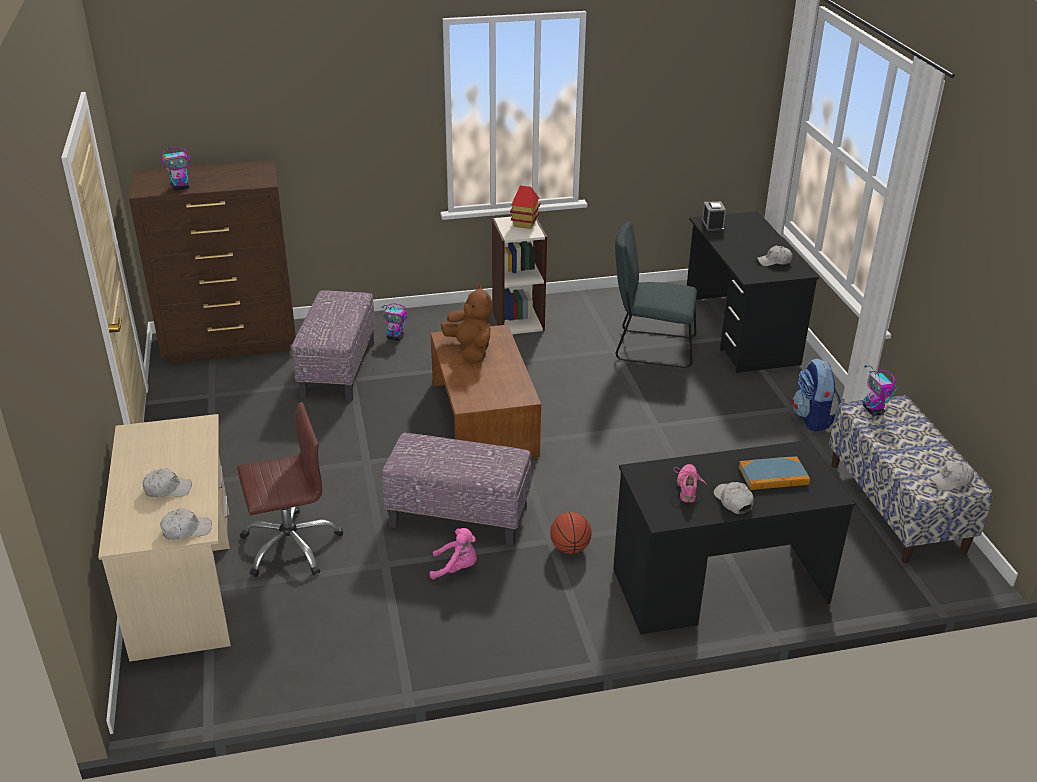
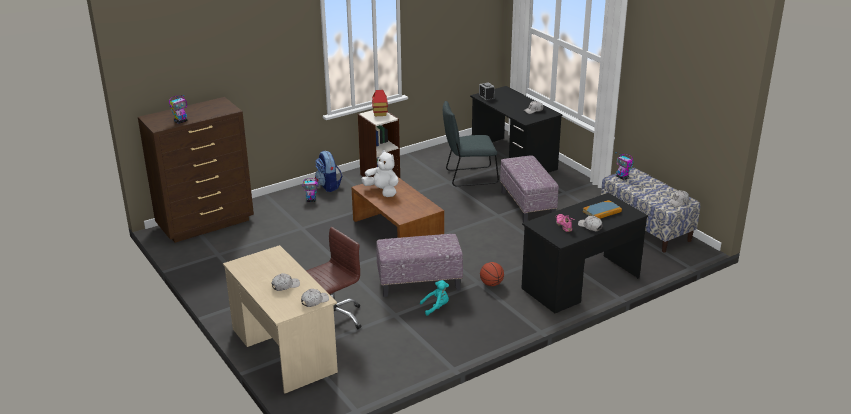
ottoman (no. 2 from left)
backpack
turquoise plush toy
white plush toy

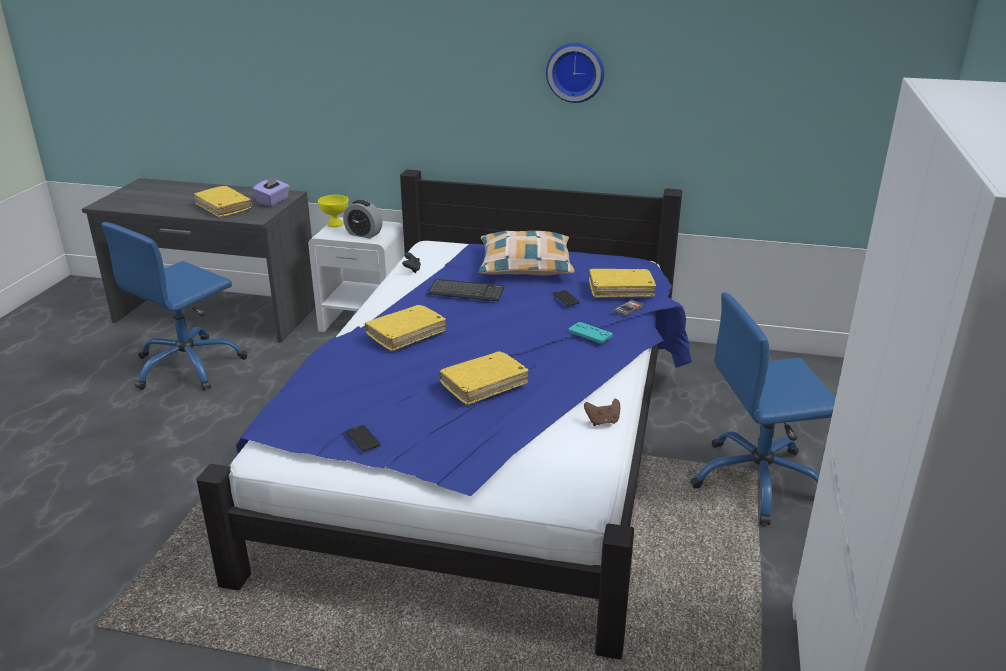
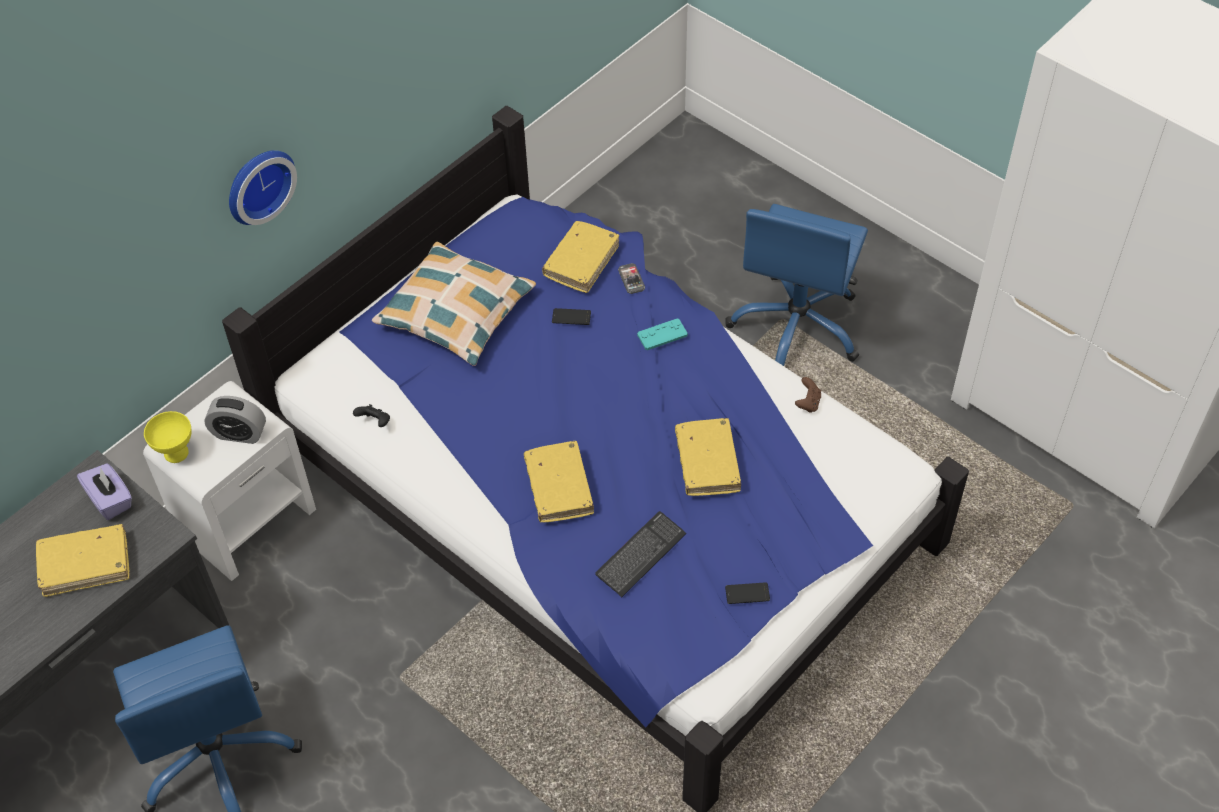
keyboard
wall clock
alarm clock

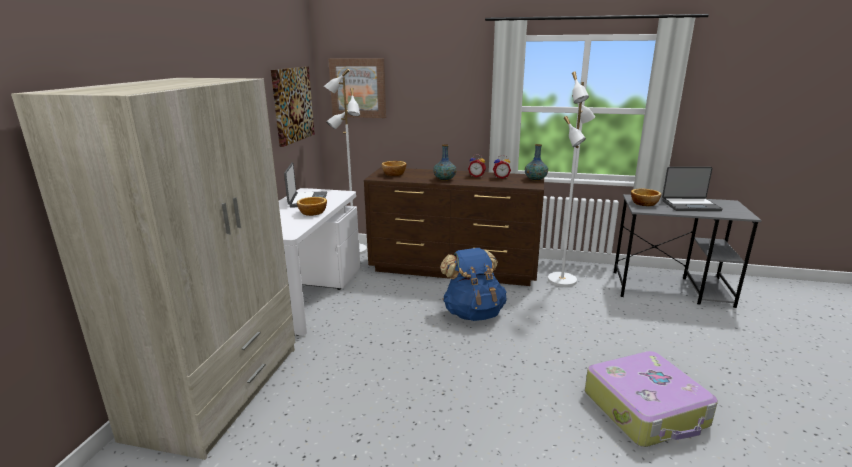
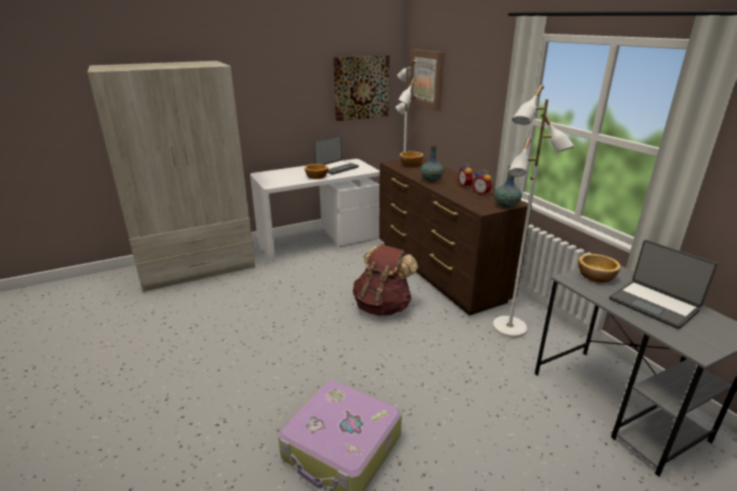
brown backpack

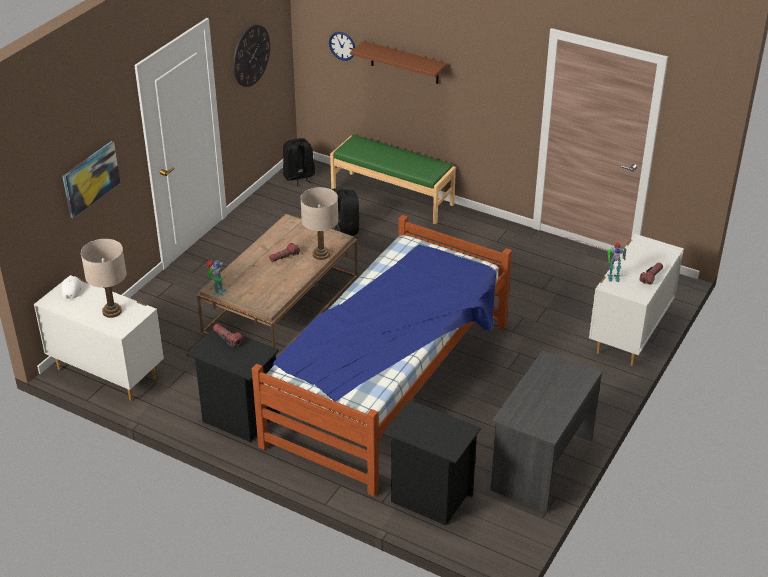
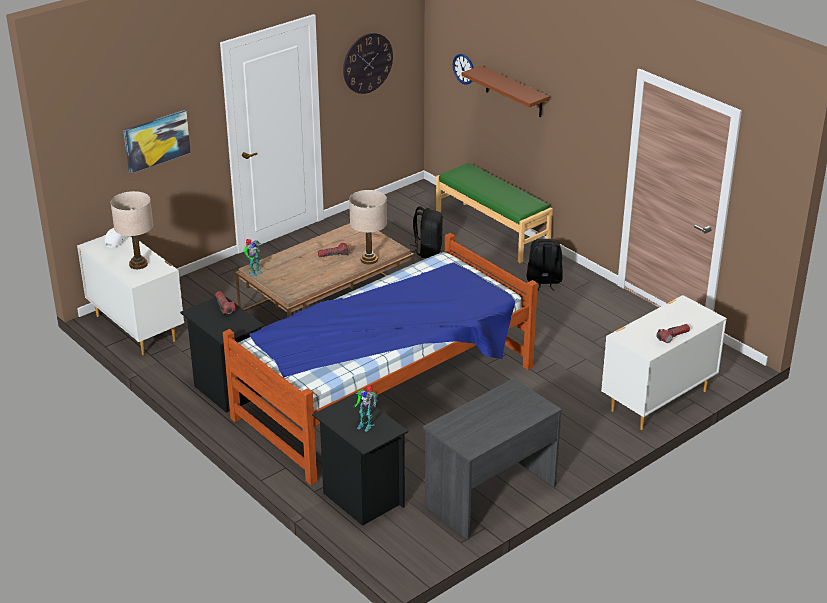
black backpack (no. 2 from left)
toy robot (no. 2 from left)

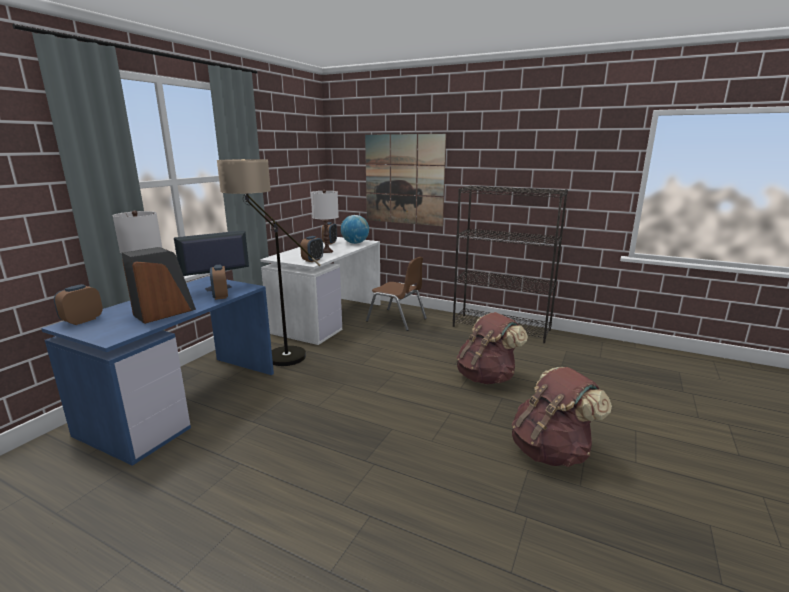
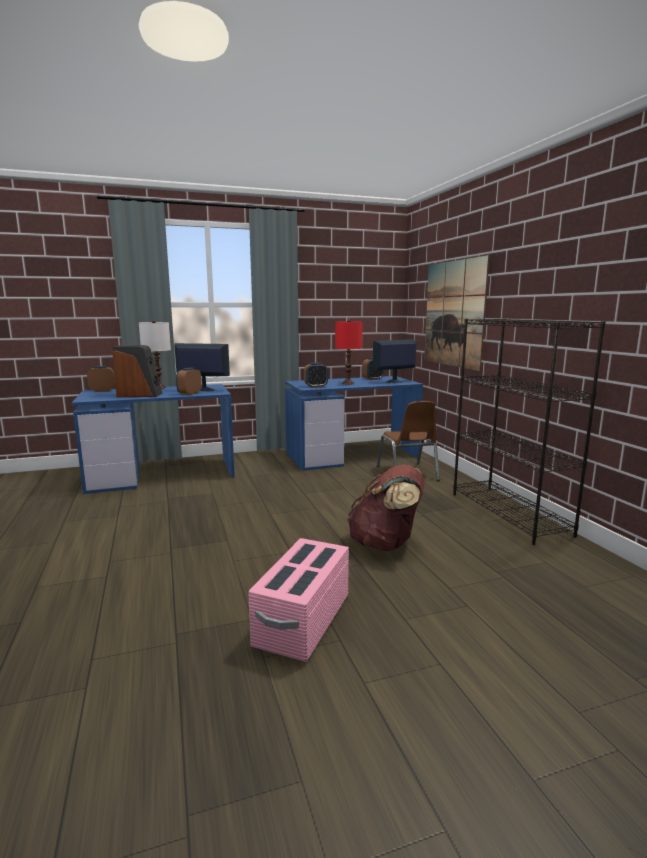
floor lamp
monitor (no. 2 from left)
pink storage box
blue desk (no. 2 from left)
red table lamp

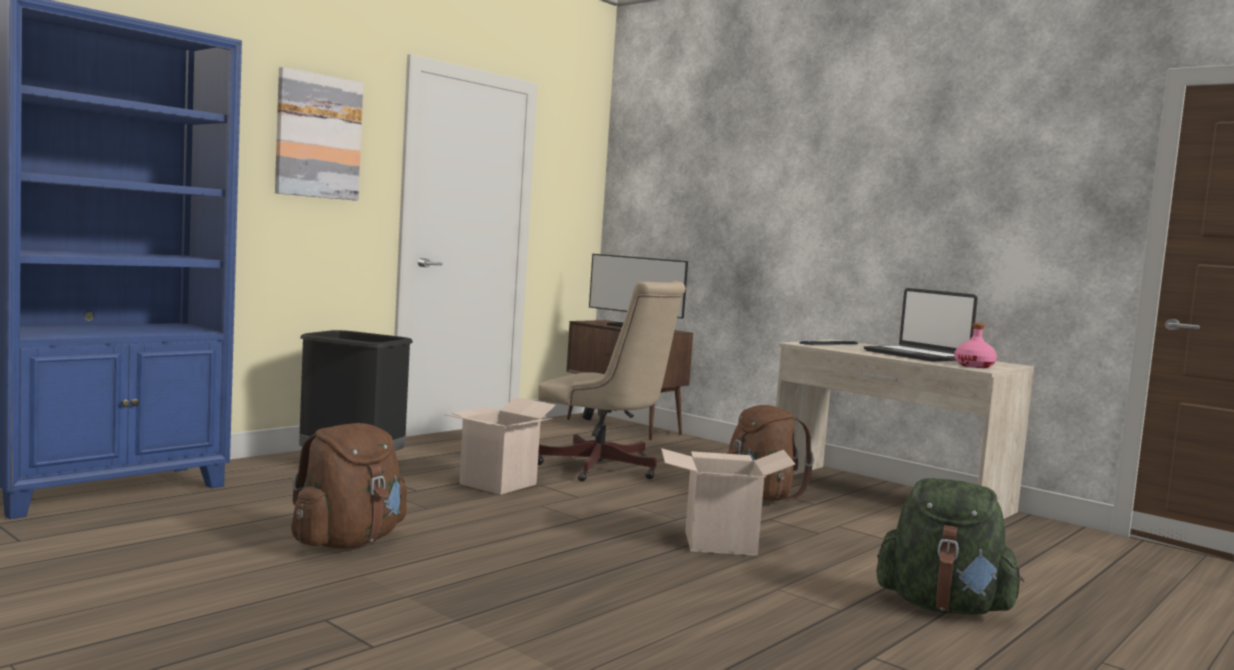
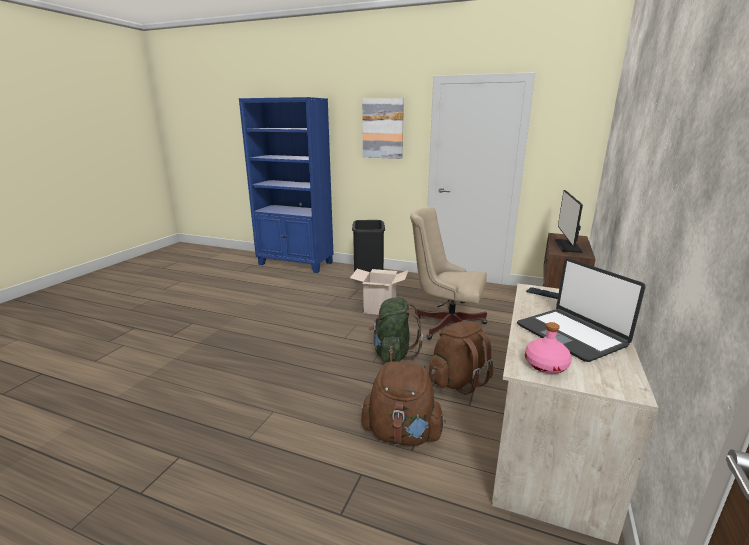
cardboard box (no. 2 from left in the first image)
brown backpack (no. 1 from left)
green backpack
beige office chair
laptop

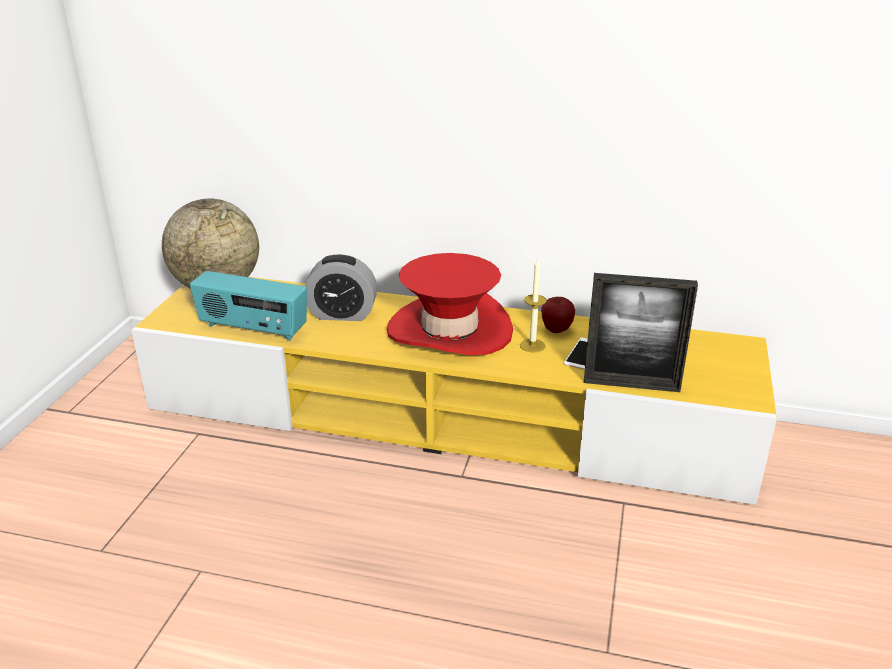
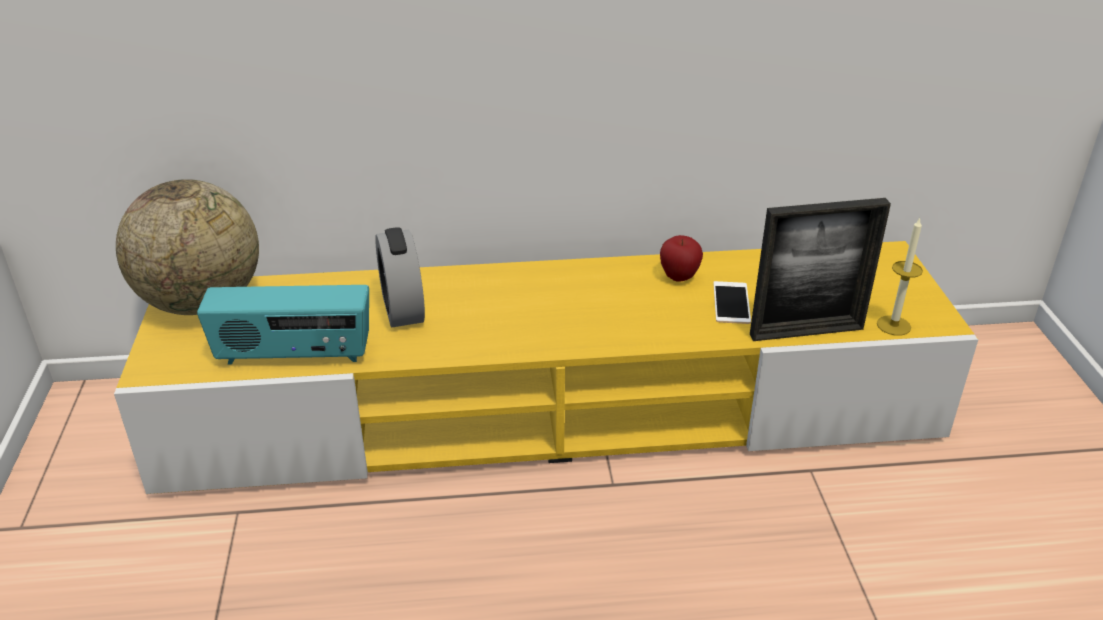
red hat
candle
alarm clock

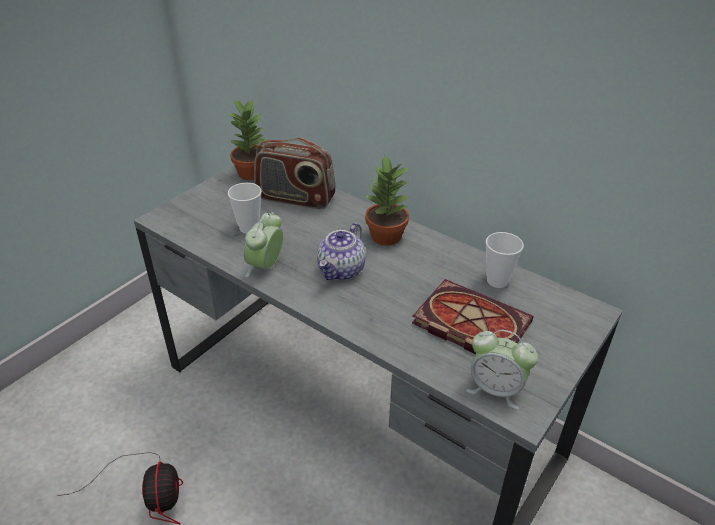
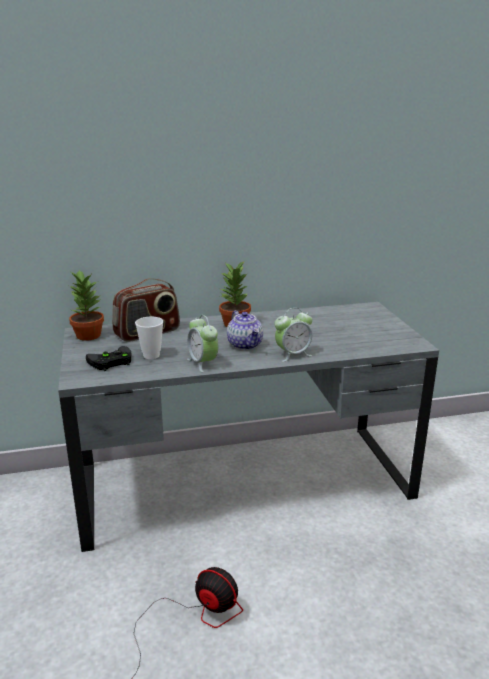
book
cup (no. 2 from left in the first image)
black game controller
alarm clock (no. 2 from left)

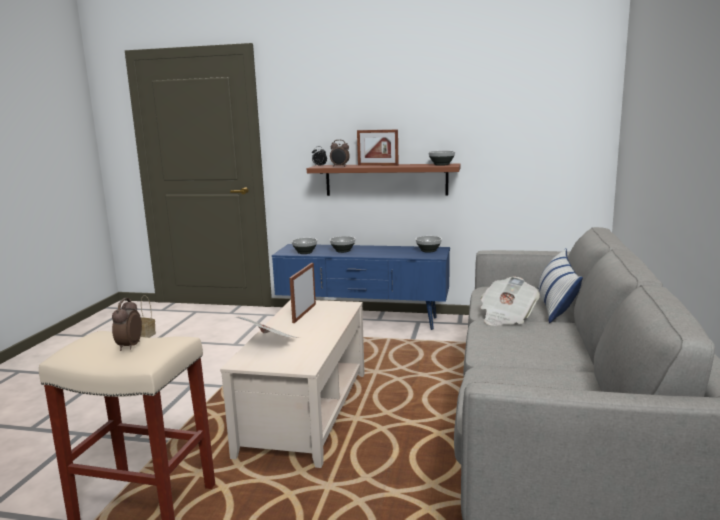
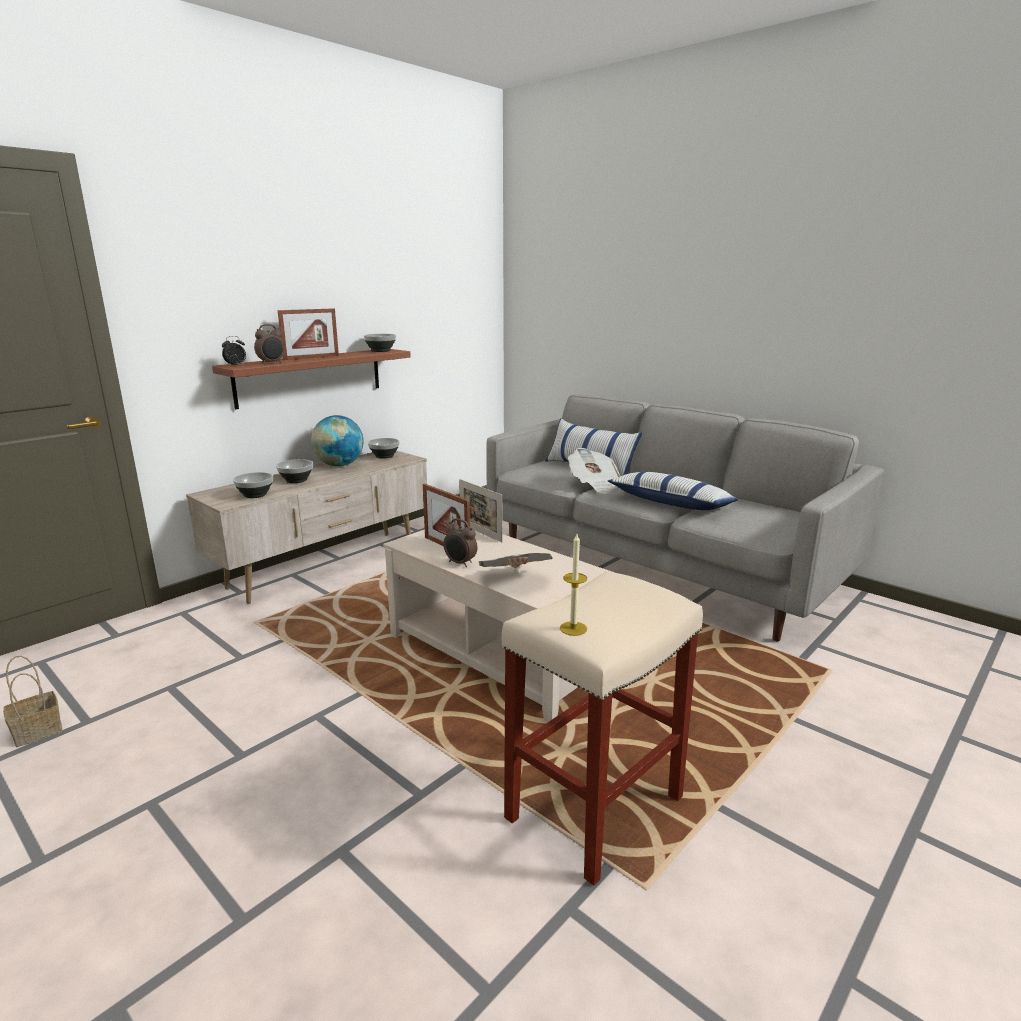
globe
picture frame (no. 3 from left)
candle
pillow (no. 2 from left)
alarm clock (no. 3 from left)
beige tv stand

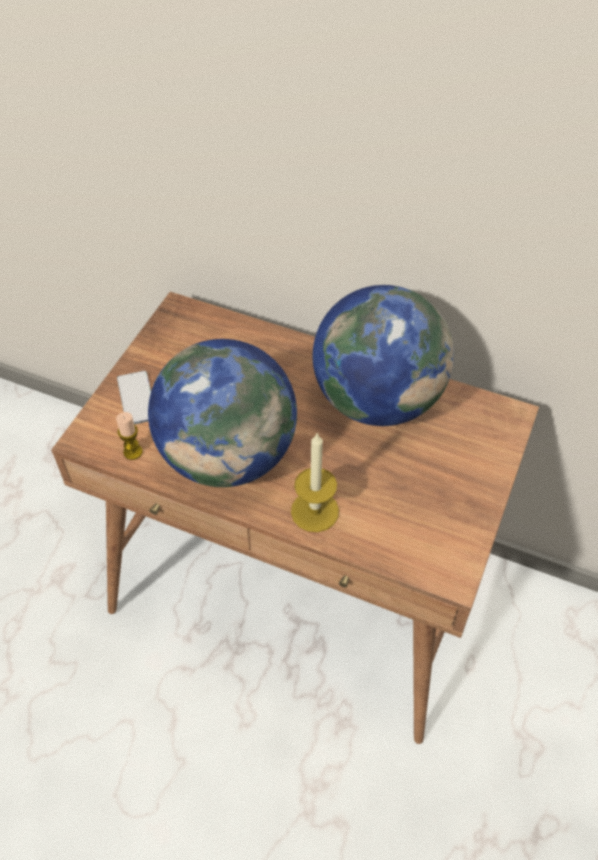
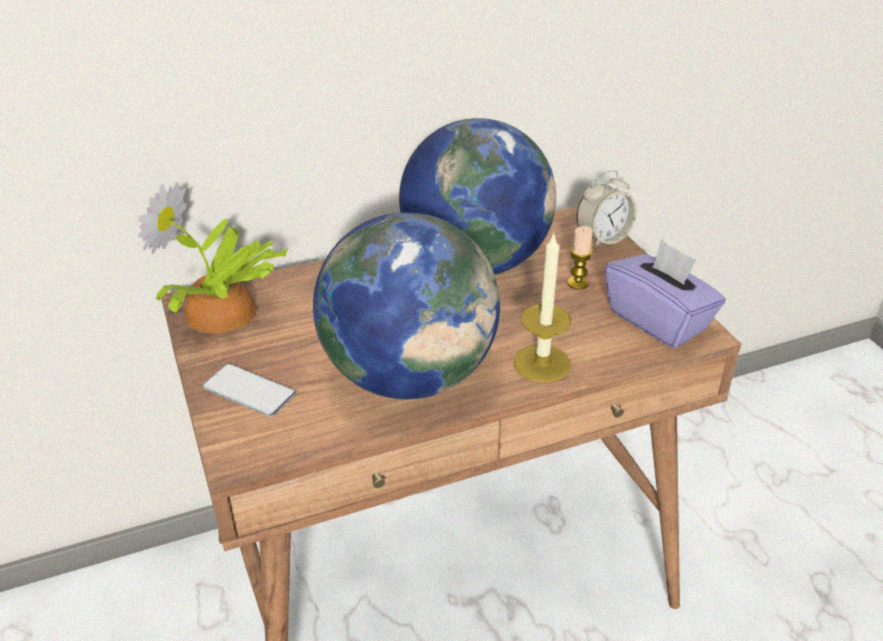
potted plant
alarm clock
purple tissue box
candle (no. 2 from left)

